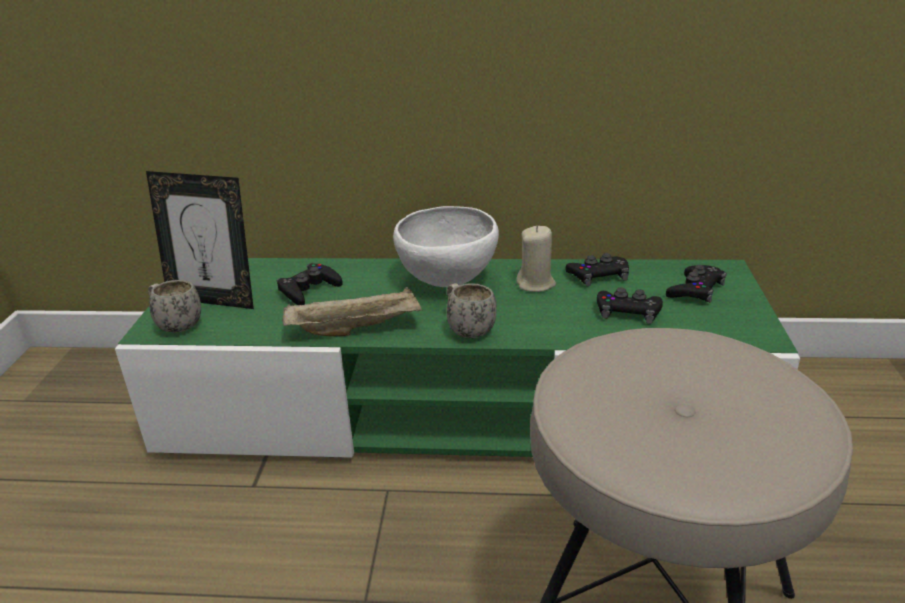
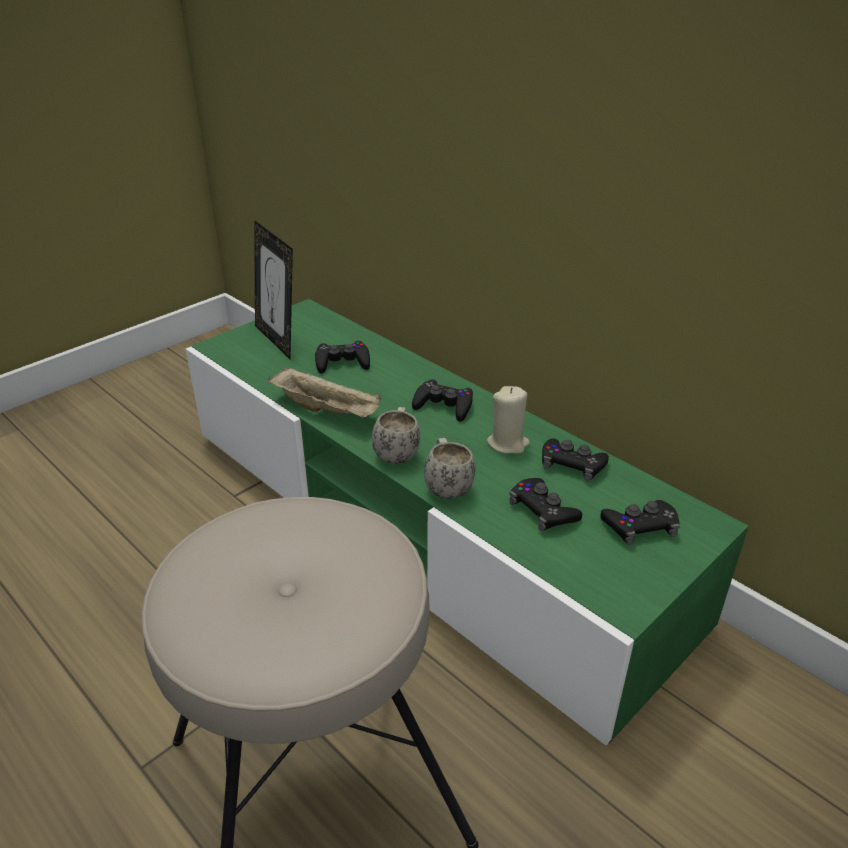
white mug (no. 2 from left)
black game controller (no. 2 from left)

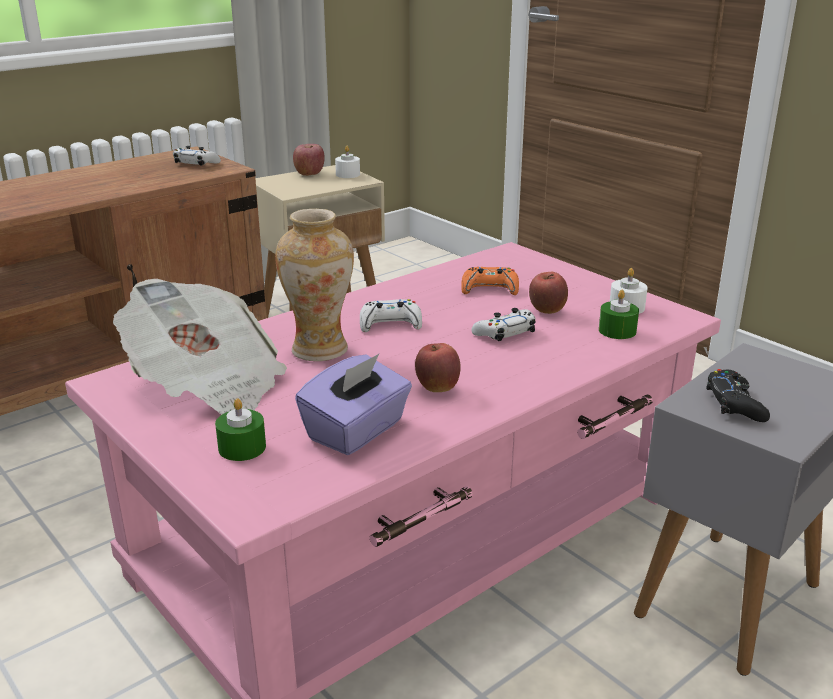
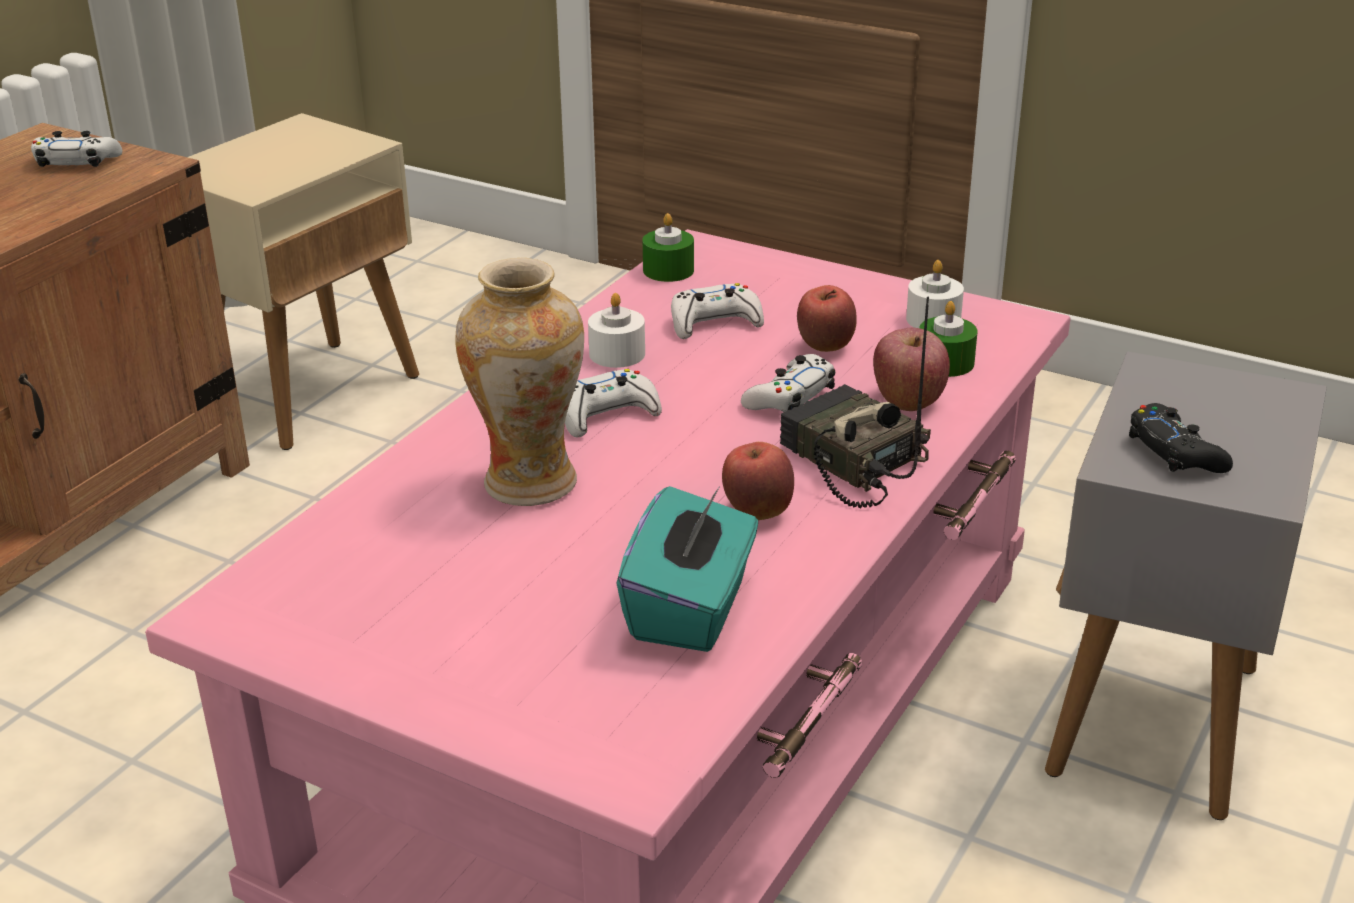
newspaper
radio
green candle (no. 1 from left)
apple (no. 3 from left)
white candle (no. 1 from left)
turquoise tissue box
white game controller (no. 3 from left)

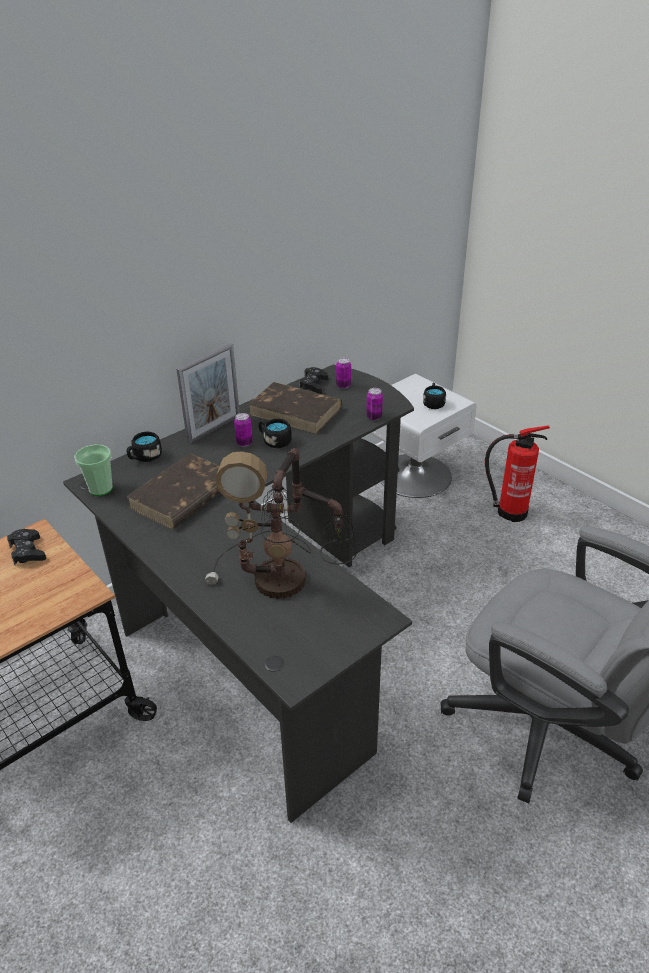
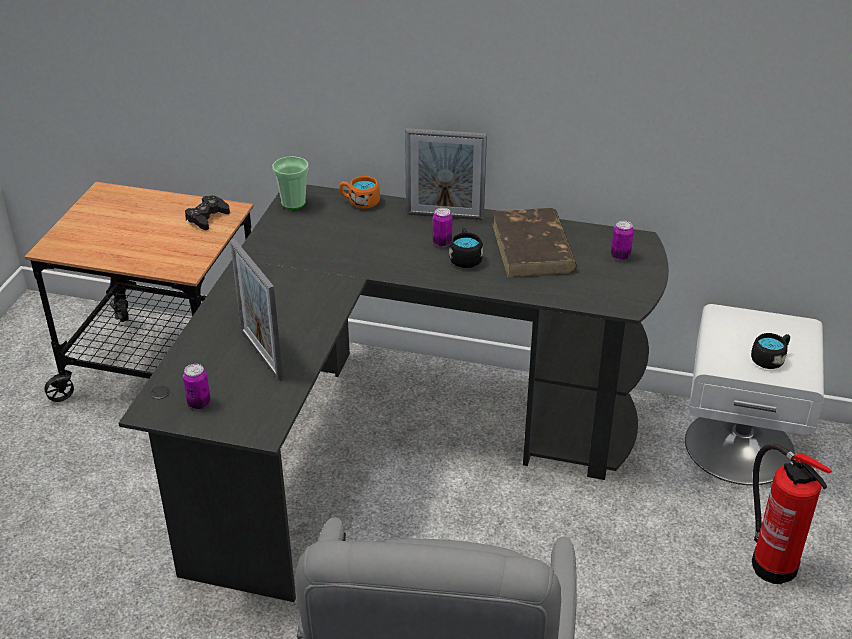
brown book (no. 1 from left in the first image)
black game controller (no. 2 from left in the first image)
can (no. 1 from left)
picture frame (no. 1 from left)
orange mug

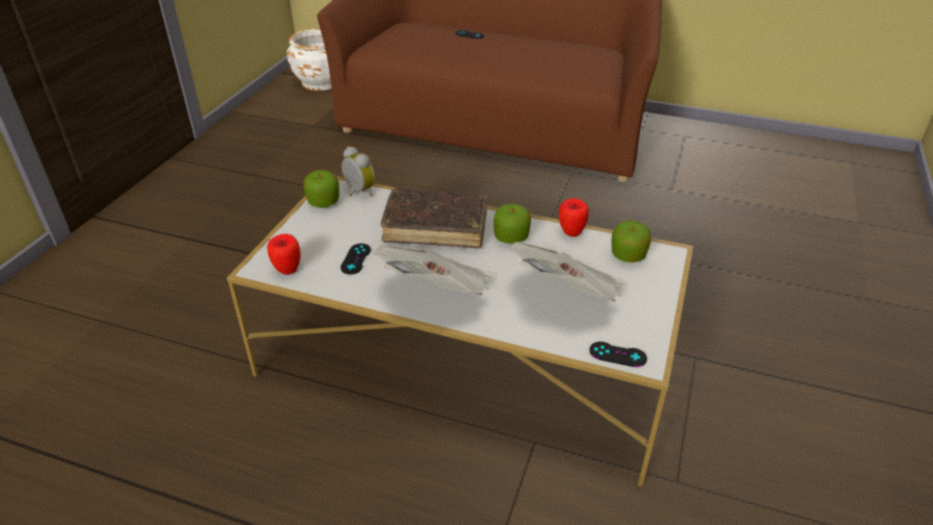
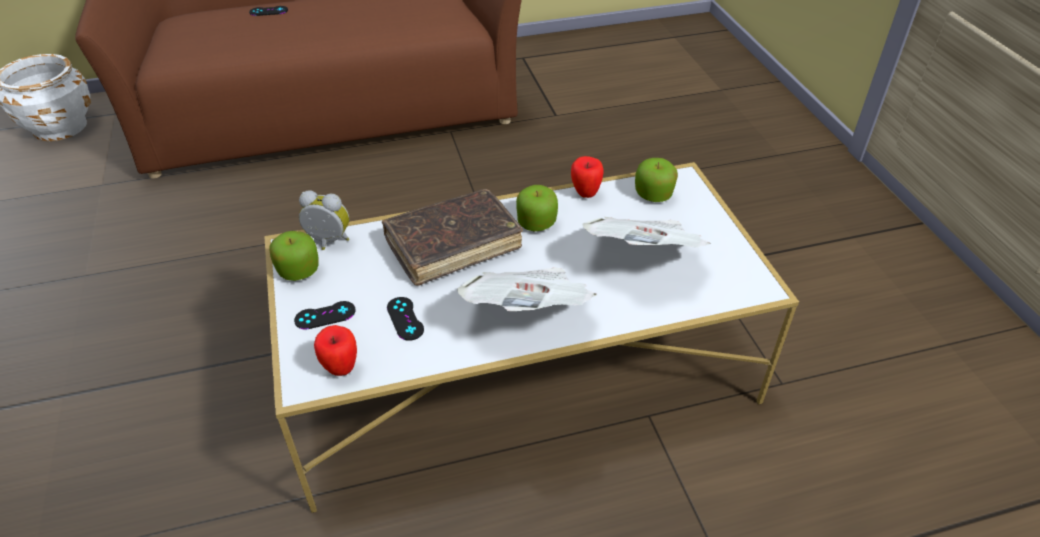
black game controller (no. 2 from left)

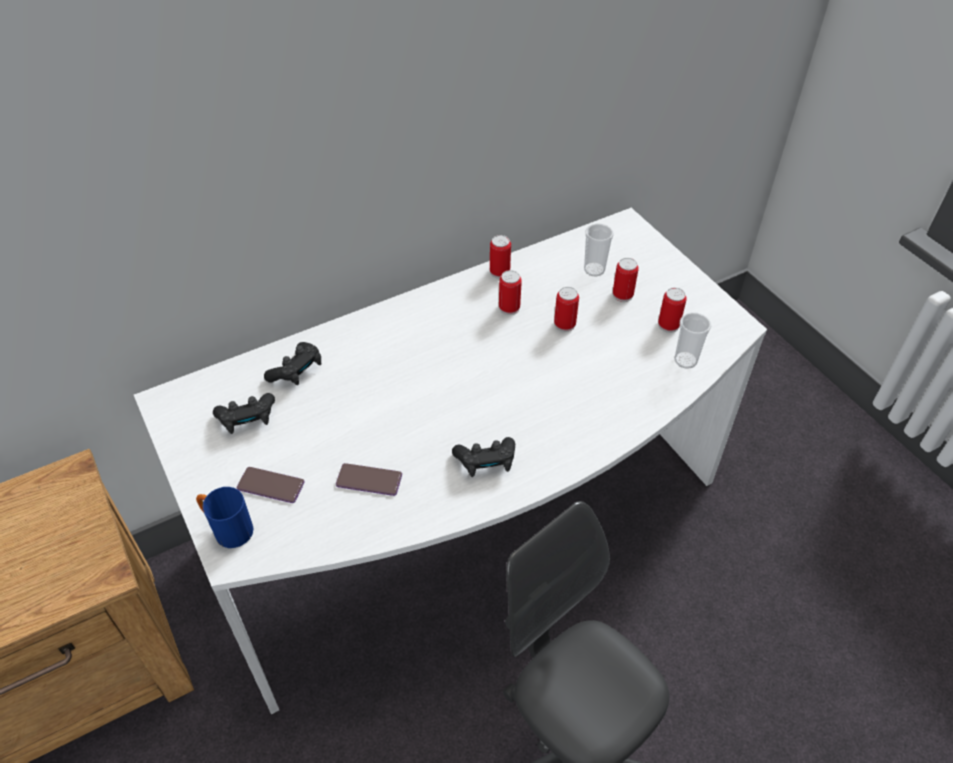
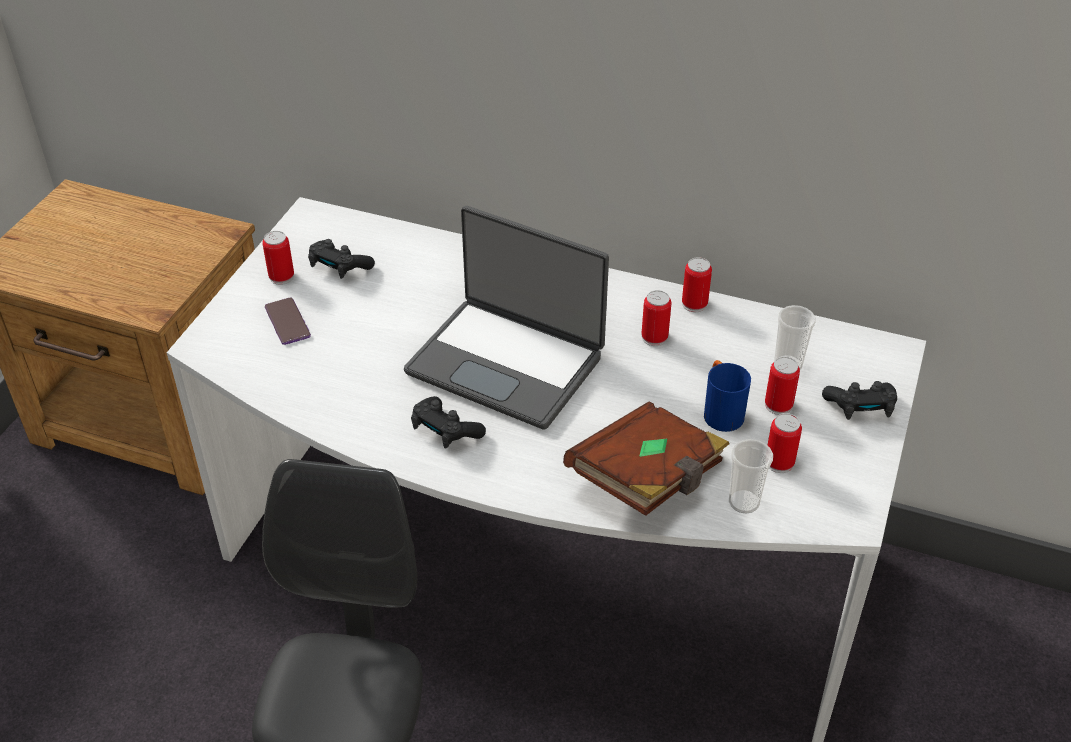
phone (no. 2 from left in the first image)
laptop
brown book
blue mug
black game controller (no. 3 from left)
can (no. 1 from left)

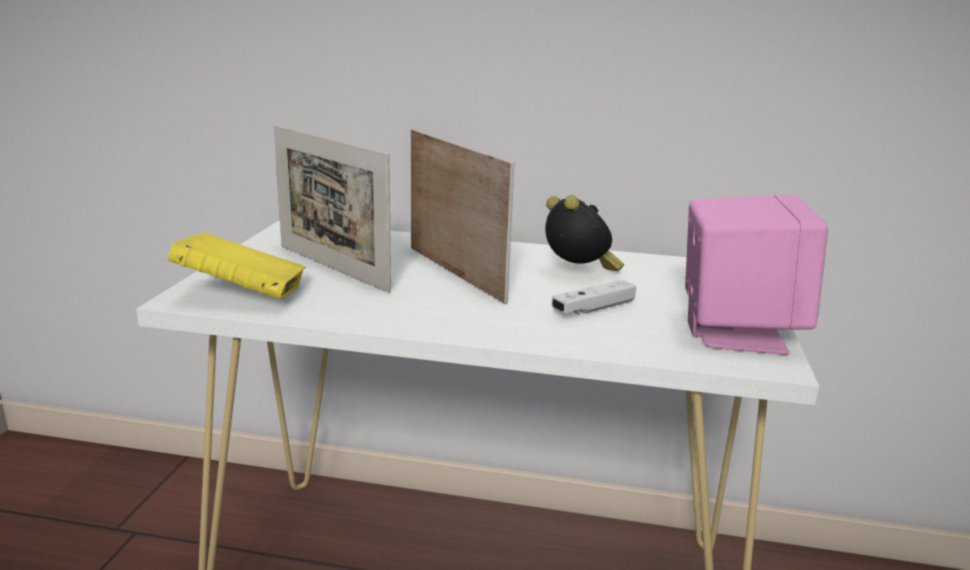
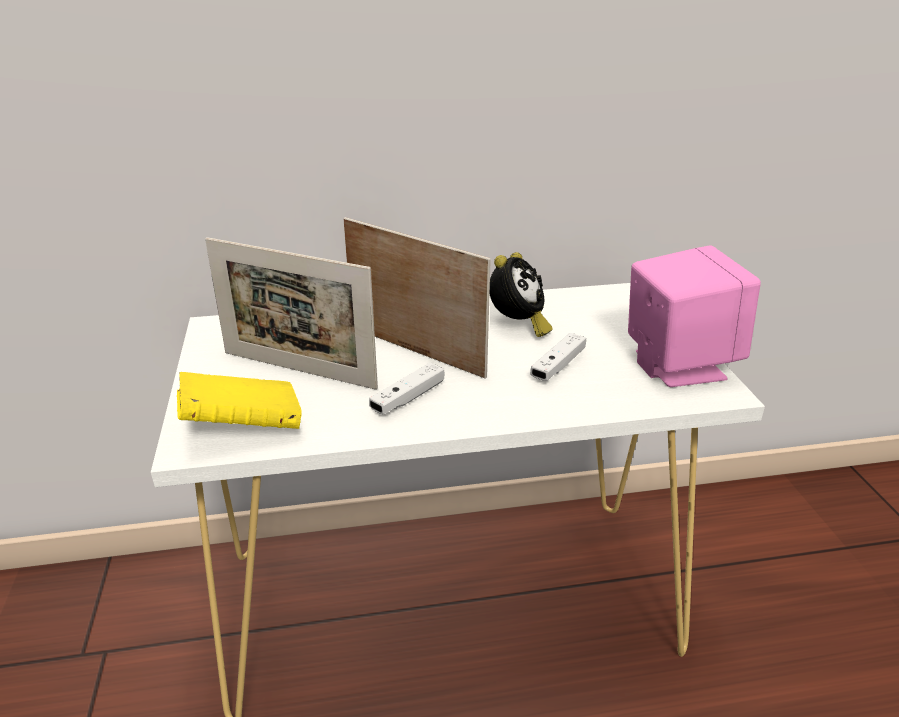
white game controller (no. 1 from left)
alarm clock

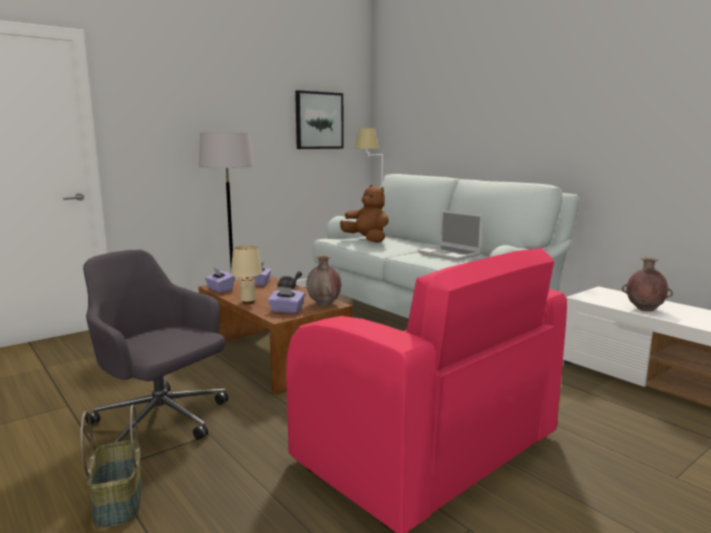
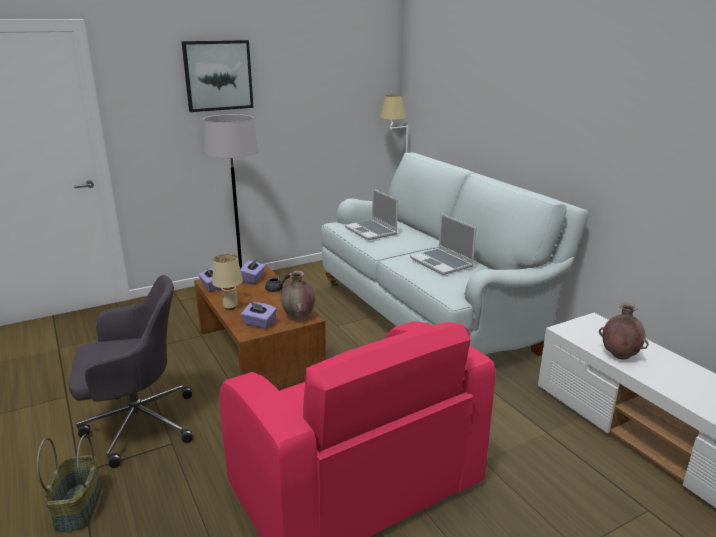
picture
laptop (no. 1 from left)
grey office chair

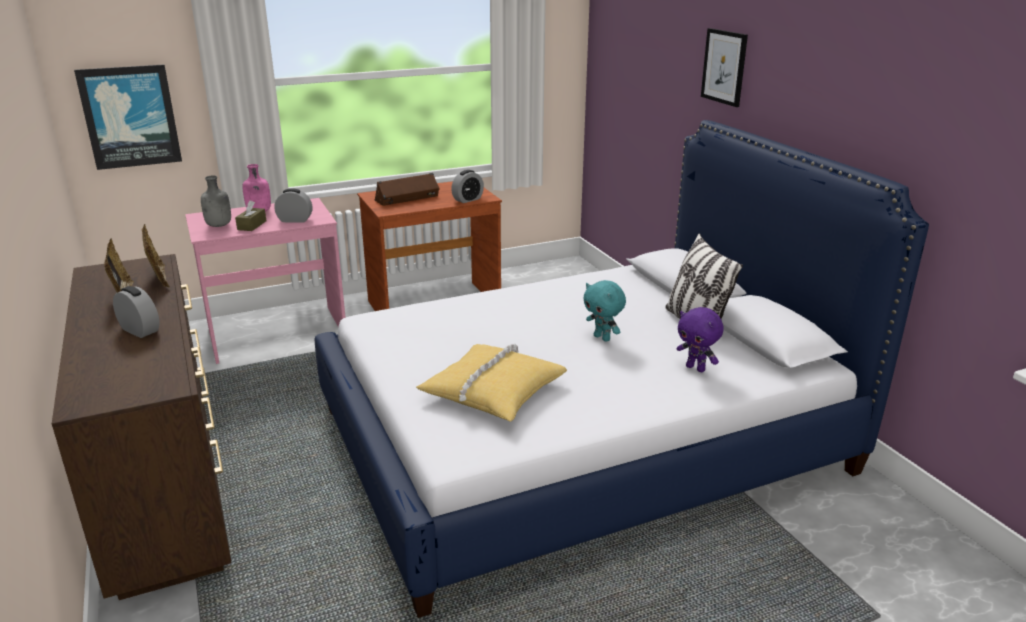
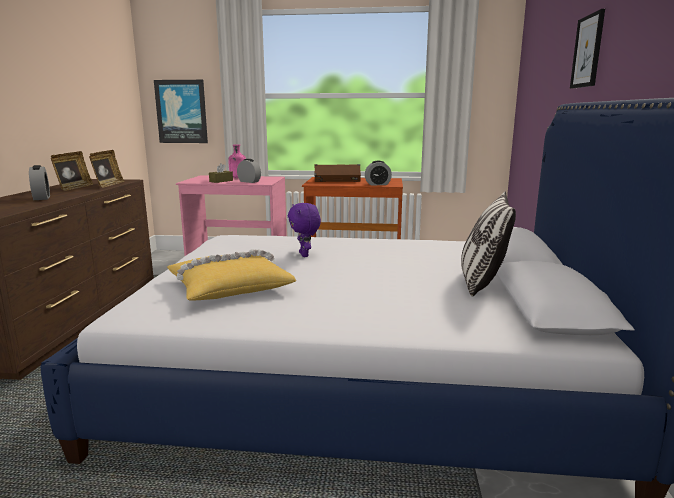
grey bottle
turquoise plush toy
purple plush toy

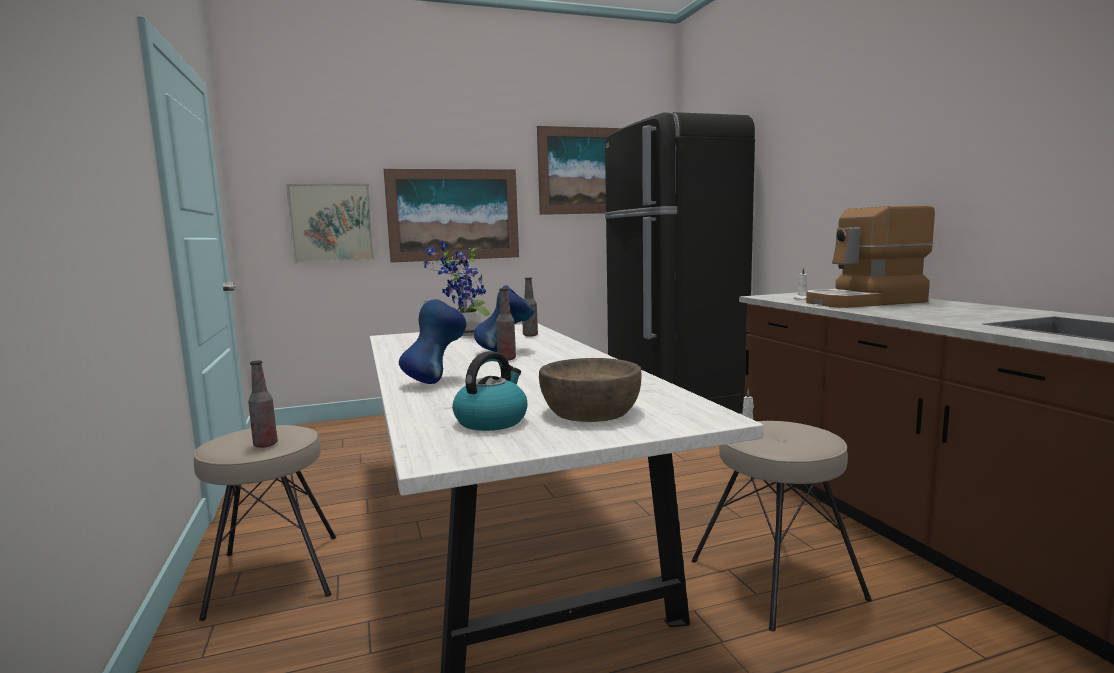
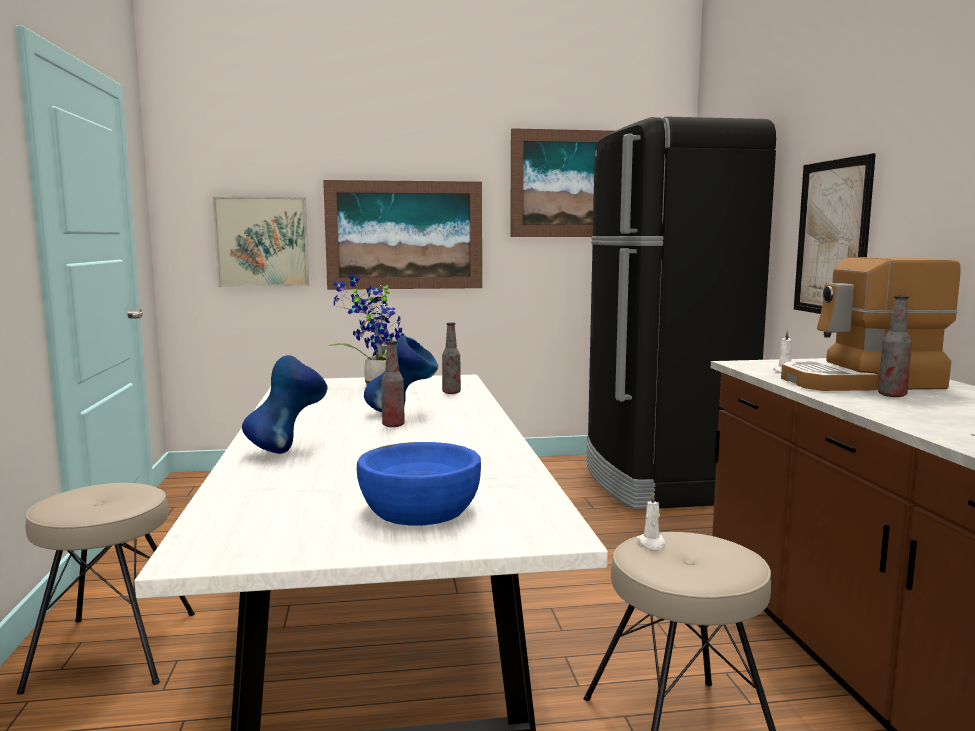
kettle
picture (no. 4 from left)
bottle (no. 3 from left)
blue bowl

